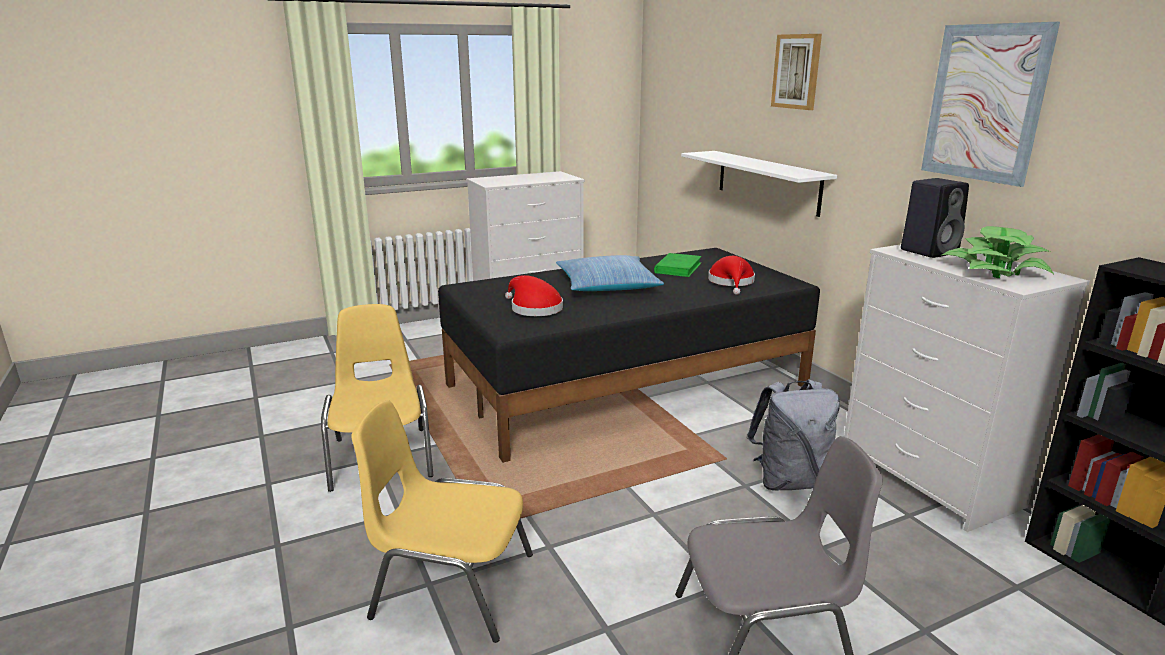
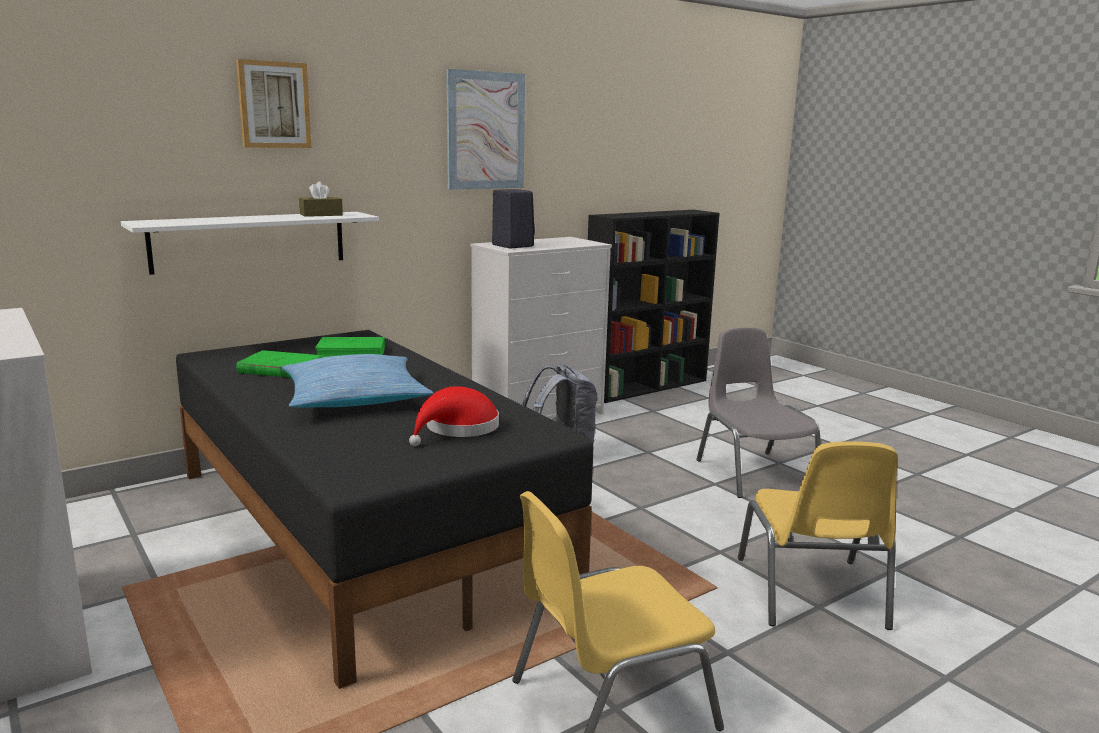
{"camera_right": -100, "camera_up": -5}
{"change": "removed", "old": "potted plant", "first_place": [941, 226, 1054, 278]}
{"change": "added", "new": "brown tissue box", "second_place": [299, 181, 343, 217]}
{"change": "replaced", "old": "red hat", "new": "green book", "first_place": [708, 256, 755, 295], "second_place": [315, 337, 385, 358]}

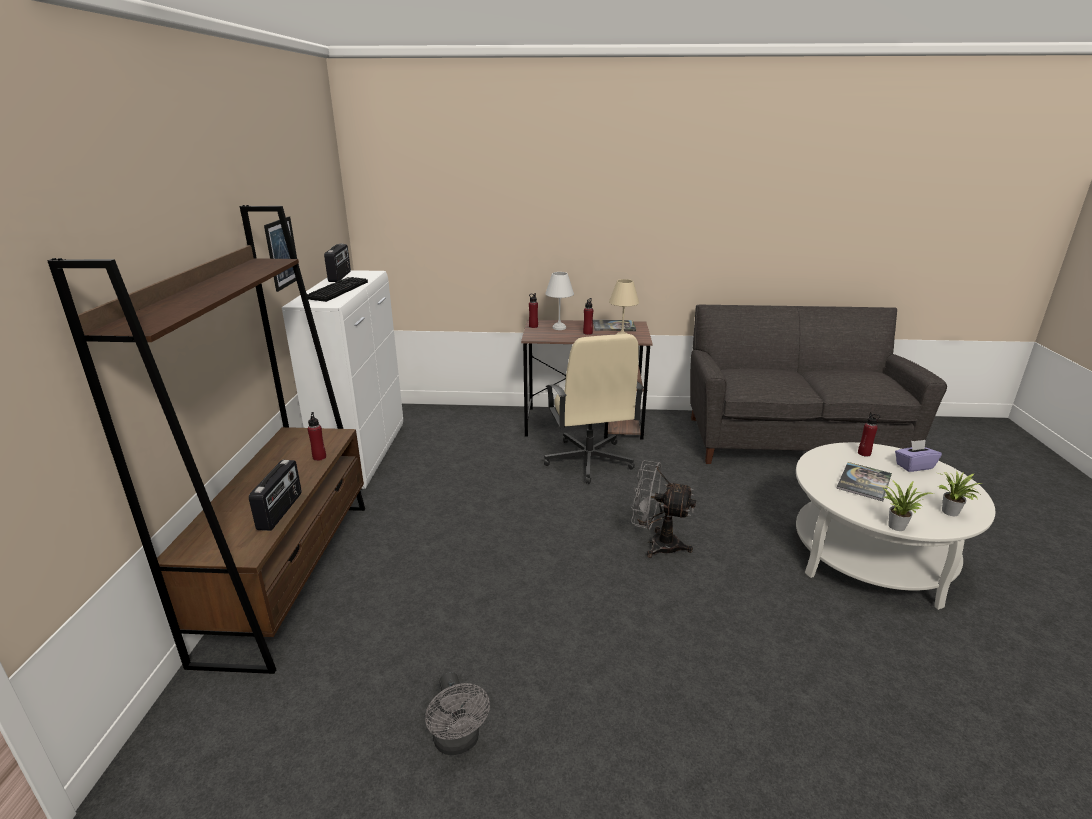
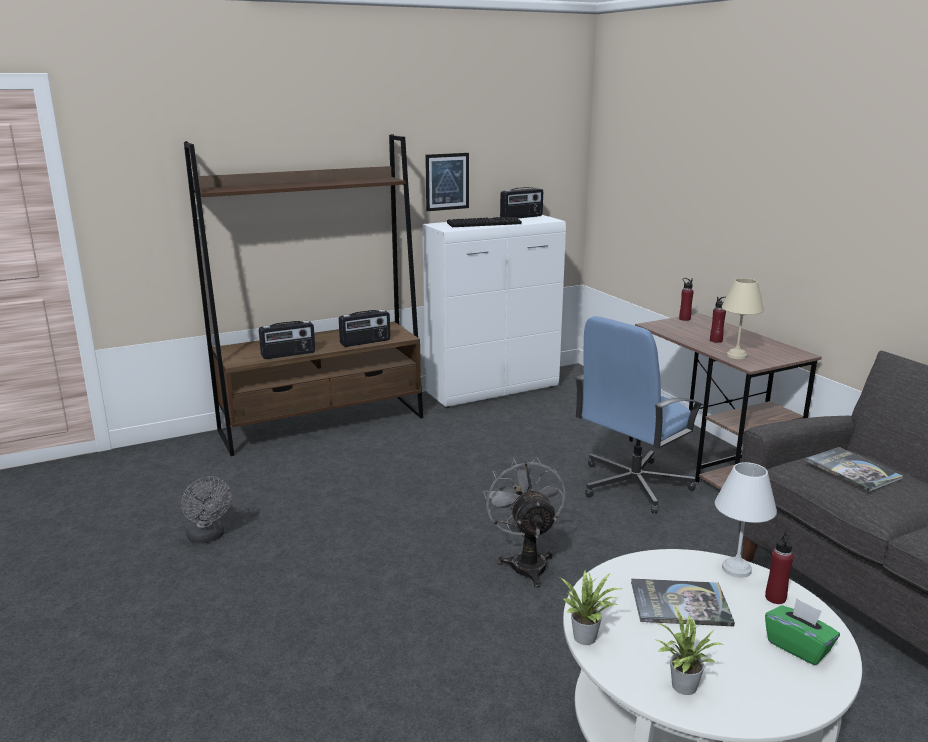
{"camera_right": 60, "camera_up": -5}
{"change": "moved", "old": "white table lamp", "first_place": [545, 272, 574, 330], "second_place": [715, 462, 777, 578]}
{"change": "moved", "old": "book", "first_place": [593, 320, 636, 331], "second_place": [805, 447, 903, 492]}
{"change": "replaced", "old": "red bottle", "new": "radio", "first_place": [308, 412, 326, 461], "second_place": [339, 310, 391, 347]}
{"change": "recoloured", "old": "beige office chair", "new": "blue office chair", "first_place": [544, 334, 644, 484], "second_place": [575, 316, 703, 514]}
{"change": "recoloured", "old": "purple tissue box", "new": "green tissue box", "first_place": [895, 440, 942, 472], "second_place": [765, 598, 840, 665]}
{"change": "turned", "old": "grey fan", "first_place": [425, 672, 490, 755], "second_place": [181, 476, 232, 543], "degrees": -75}

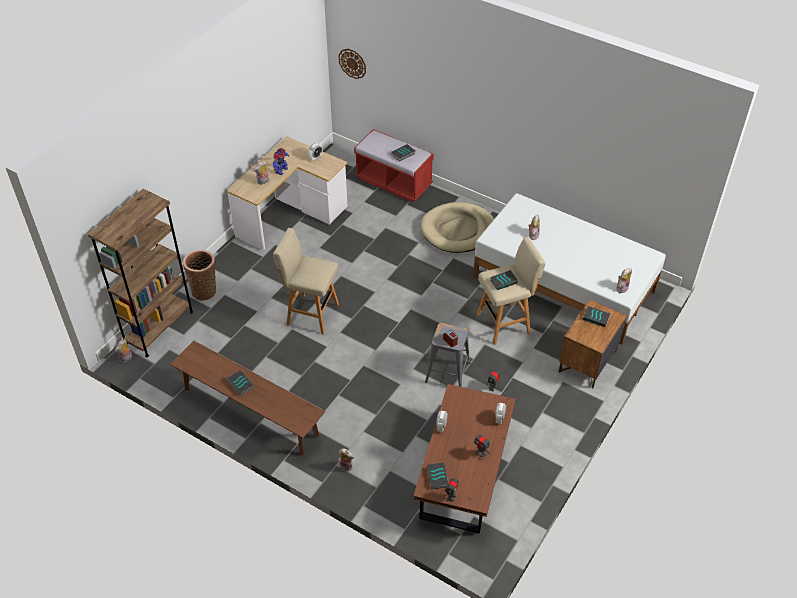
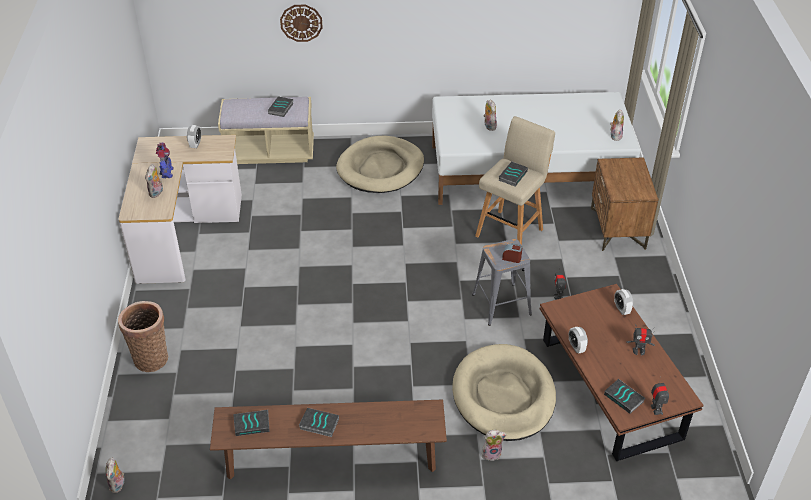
{"camera_right": -35, "camera_up": -5}
{"change": "removed", "old": "brown bookcase", "first_place": [88, 189, 194, 357]}
{"change": "removed", "old": "beige stool", "first_place": [273, 228, 339, 335]}
{"change": "added", "new": "beige dog bed", "second_place": [452, 344, 556, 441]}
{"change": "moved", "old": "wall clock", "first_place": [338, 49, 366, 79], "second_place": [280, 5, 323, 42]}
{"change": "moved", "old": "book", "first_place": [583, 306, 611, 327], "second_place": [233, 410, 270, 436]}
{"change": "recoloured", "old": "red bench", "new": "beige bench", "first_place": [354, 129, 434, 202], "second_place": [218, 97, 314, 164]}

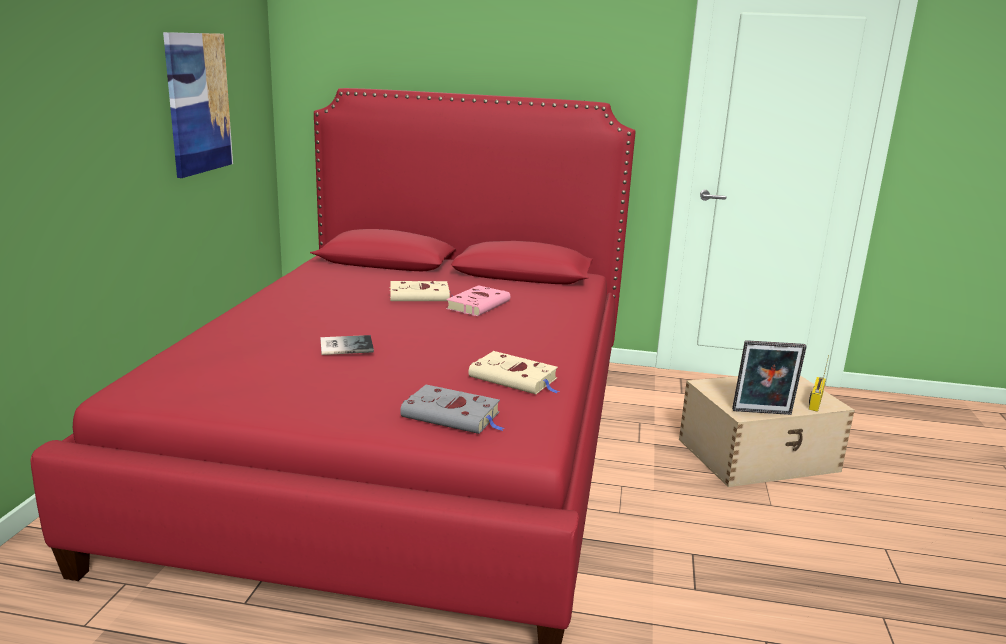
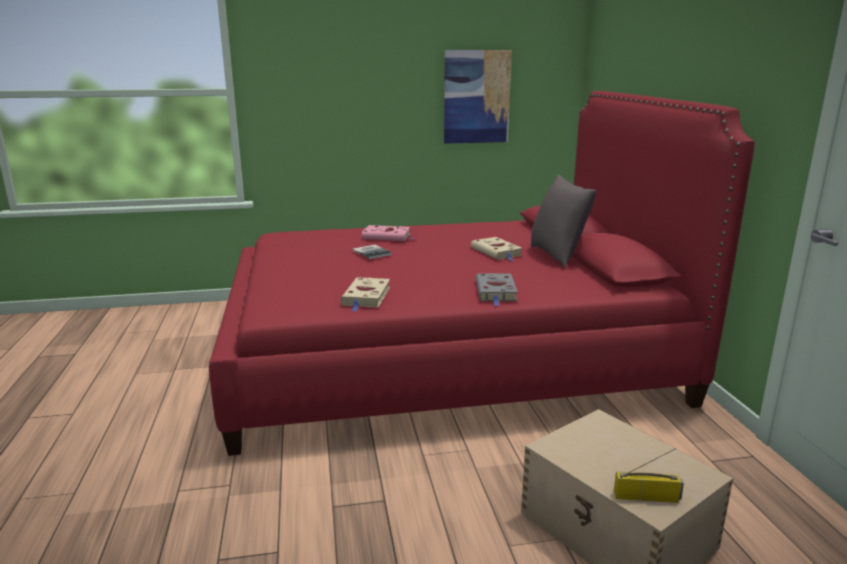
{"camera_right": 70, "camera_up": 0}
{"change": "removed", "old": "picture frame", "first_place": [732, 340, 807, 415]}
{"change": "added", "new": "grey pillow", "second_place": [531, 175, 597, 268]}
{"change": "moved", "old": "grey book", "first_place": [400, 385, 504, 434], "second_place": [476, 273, 518, 306]}
{"change": "moved", "old": "pink book", "first_place": [446, 285, 510, 316], "second_place": [362, 225, 416, 241]}

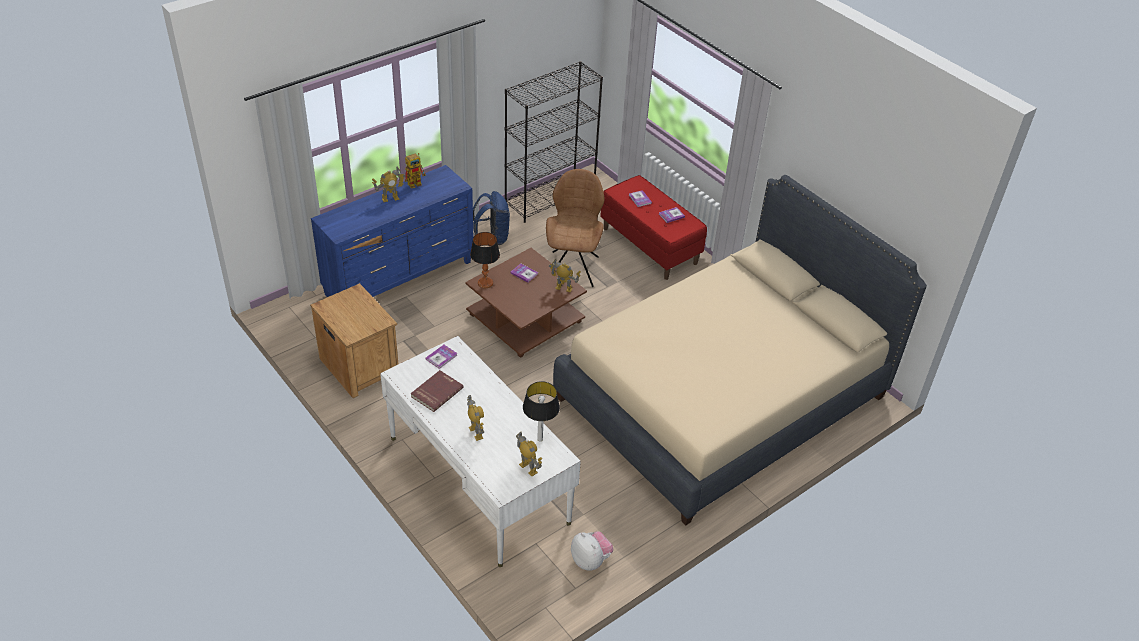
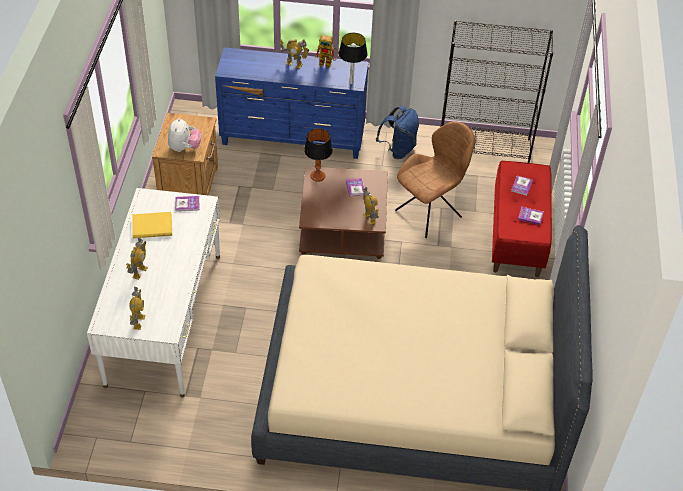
{"camera_right": 45, "camera_up": 5}
{"change": "moved", "old": "table lamp", "first_place": [523, 381, 560, 441], "second_place": [339, 33, 368, 85]}
{"change": "moved", "old": "plush toy", "first_place": [571, 531, 613, 571], "second_place": [168, 118, 201, 152]}
{"change": "recoloured", "old": "red book", "new": "yellow book", "first_place": [410, 370, 464, 412], "second_place": [133, 212, 172, 238]}

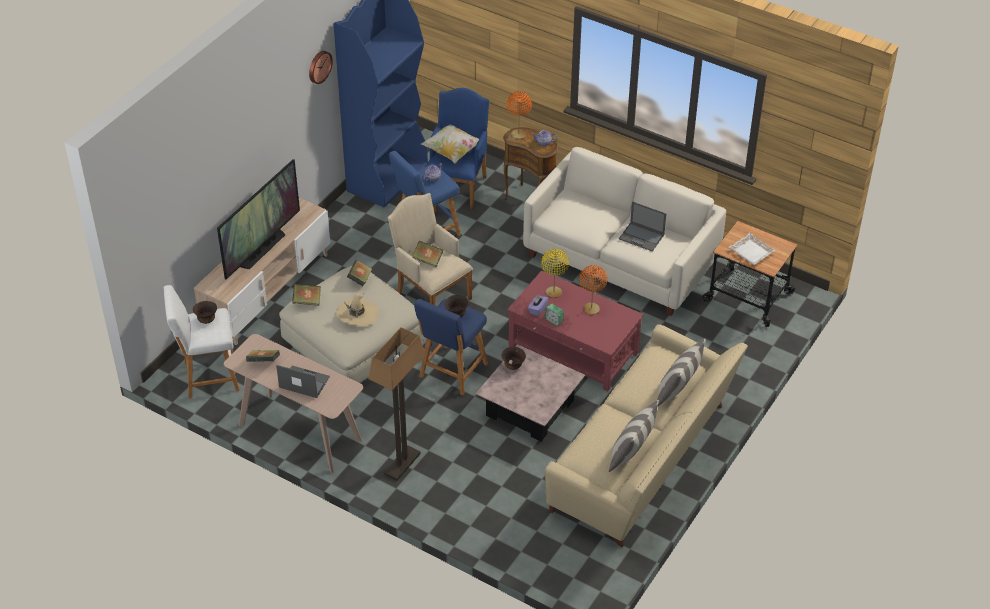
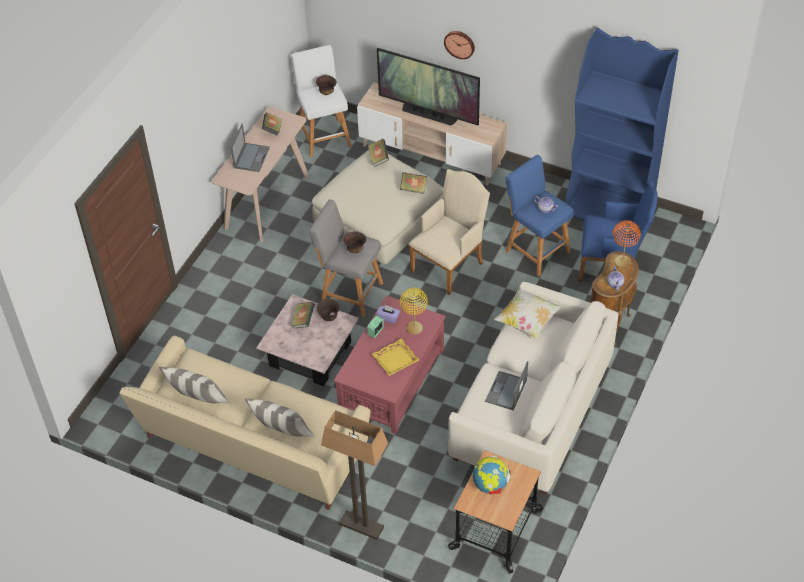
{"camera_right": 85, "camera_up": 5}
{"change": "removed", "old": "beige hat", "first_place": [336, 292, 379, 326]}
{"change": "moved", "old": "wall clock", "first_place": [309, 51, 333, 84], "second_place": [444, 31, 475, 59]}
{"change": "moved", "old": "floor lamp", "first_place": [368, 327, 425, 481], "second_place": [321, 410, 388, 540]}
{"change": "moved", "old": "book", "first_place": [412, 240, 443, 267], "second_place": [291, 302, 315, 329]}
{"change": "moved", "old": "pillow", "first_place": [421, 125, 479, 163], "second_place": [494, 286, 562, 340]}
{"change": "replaced", "old": "orange table lamp", "new": "yellow tray", "first_place": [579, 265, 607, 315], "second_place": [372, 338, 419, 376]}
{"change": "replaced", "old": "white tray", "new": "globe", "first_place": [729, 233, 775, 265], "second_place": [473, 456, 511, 495]}
{"change": "recoloured", "old": "blue stool", "new": "grey stool", "first_place": [414, 299, 488, 395], "second_place": [309, 199, 383, 317]}

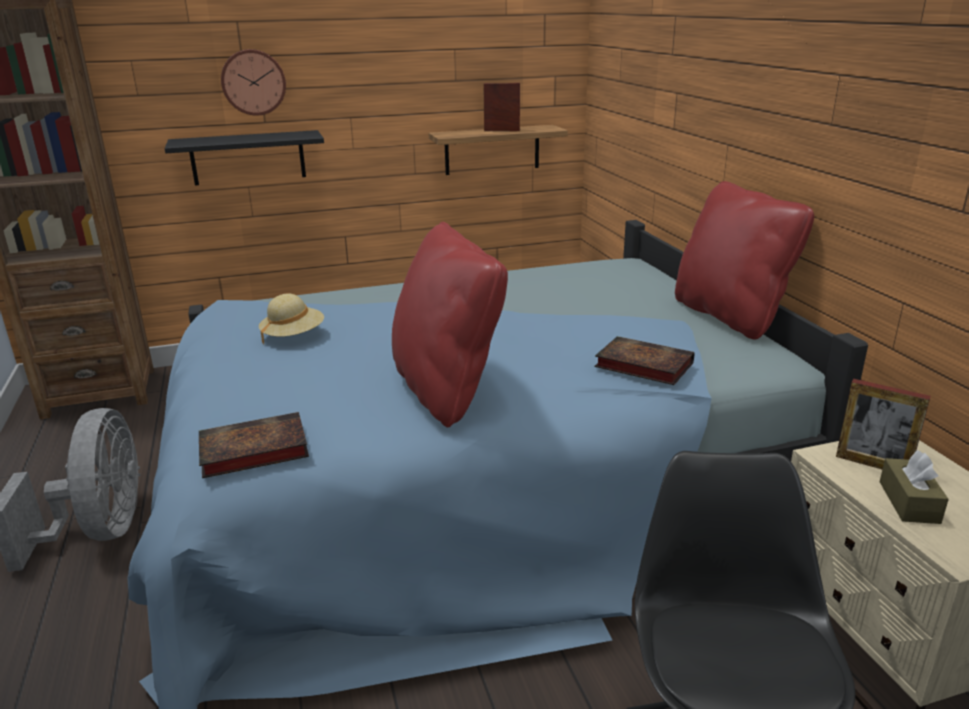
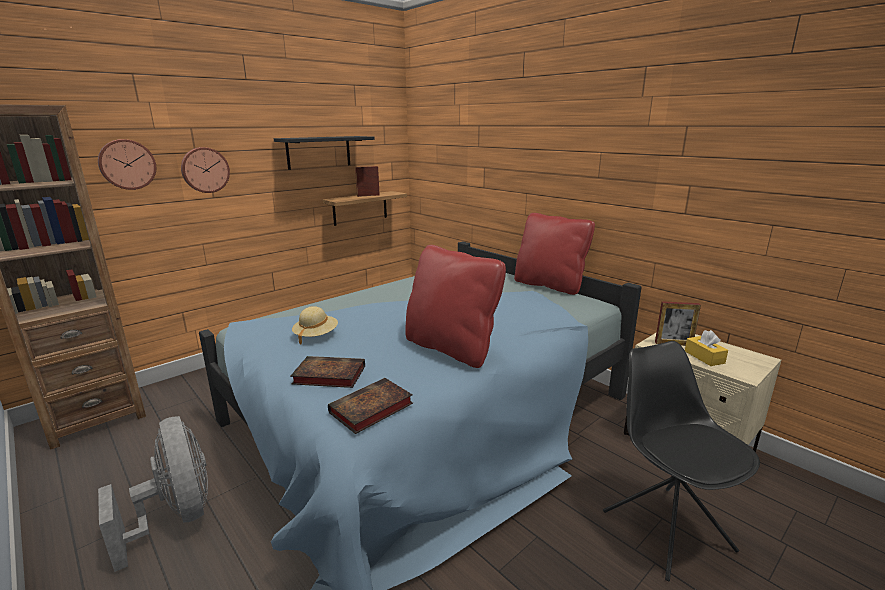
{"camera_right": -25, "camera_up": -5}
{"change": "added", "new": "wall clock", "second_place": [98, 139, 156, 190]}
{"change": "moved", "old": "black shelf", "first_place": [165, 130, 324, 185], "second_place": [274, 136, 375, 170]}
{"change": "moved", "old": "book", "first_place": [595, 336, 694, 385], "second_place": [290, 356, 365, 388]}
{"change": "recoloured", "old": "brown tissue box", "new": "yellow tissue box", "first_place": [880, 450, 949, 524], "second_place": [685, 330, 728, 366]}

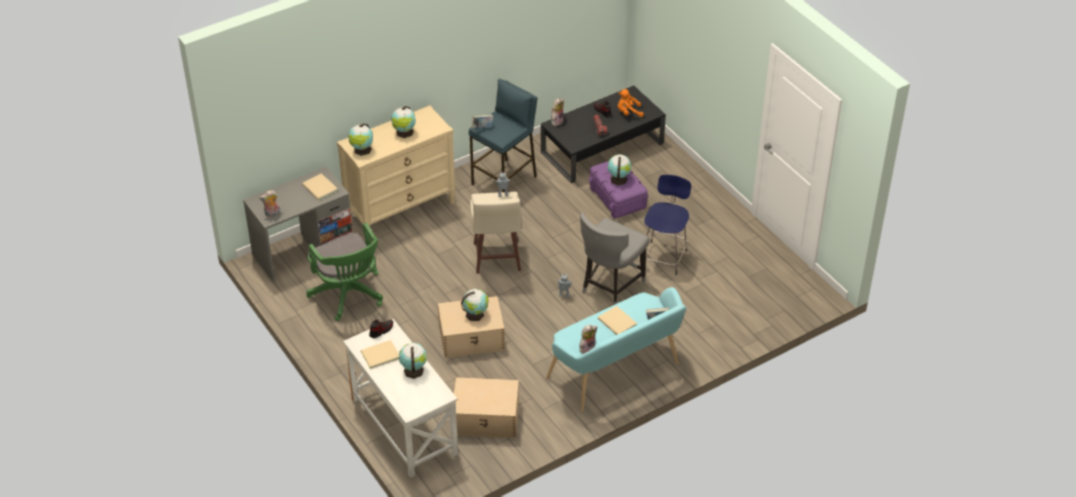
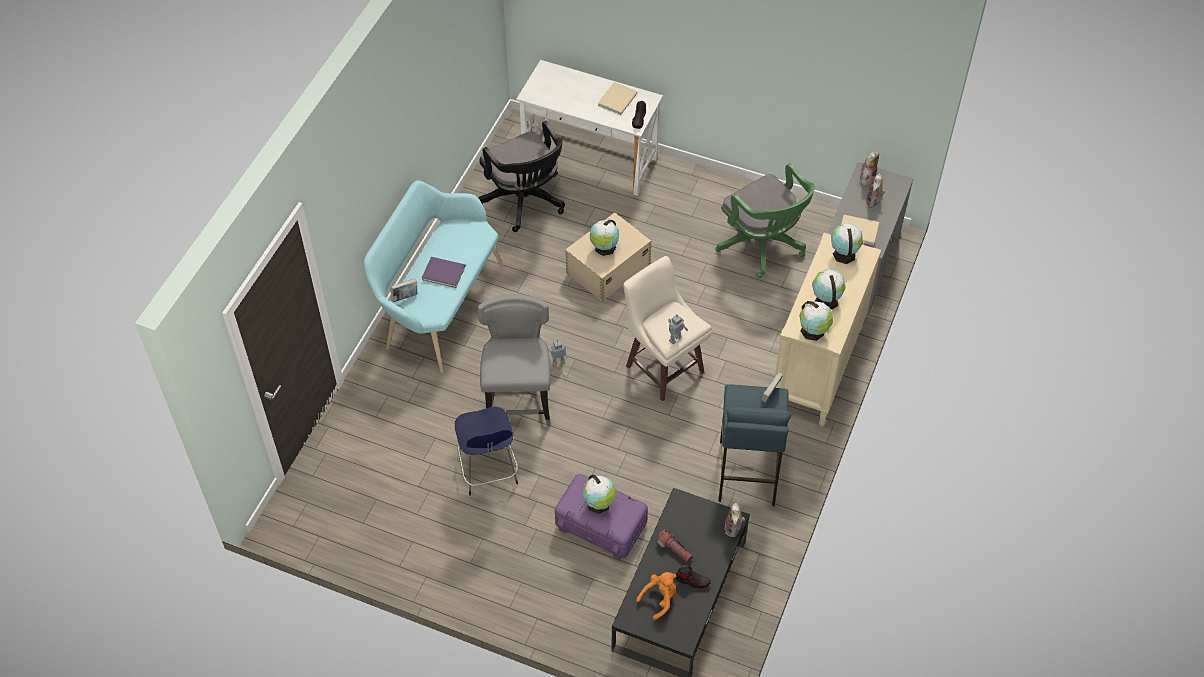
{"camera_right": 145, "camera_up": 10}
{"change": "moved", "old": "globe", "first_place": [399, 342, 427, 379], "second_place": [800, 301, 833, 341]}
{"change": "moved", "old": "plush toy", "first_place": [579, 325, 598, 354], "second_place": [866, 174, 885, 208]}
{"change": "replaced", "old": "beige storage box", "new": "black office chair", "first_place": [454, 377, 519, 438], "second_place": [478, 121, 565, 232]}
{"change": "recoloured", "old": "beige book", "new": "purple book", "first_place": [598, 306, 637, 335], "second_place": [422, 257, 466, 288]}
{"change": "turned", "old": "green office chair", "first_place": [306, 223, 383, 321], "second_place": [715, 163, 815, 278], "degrees": -150}

